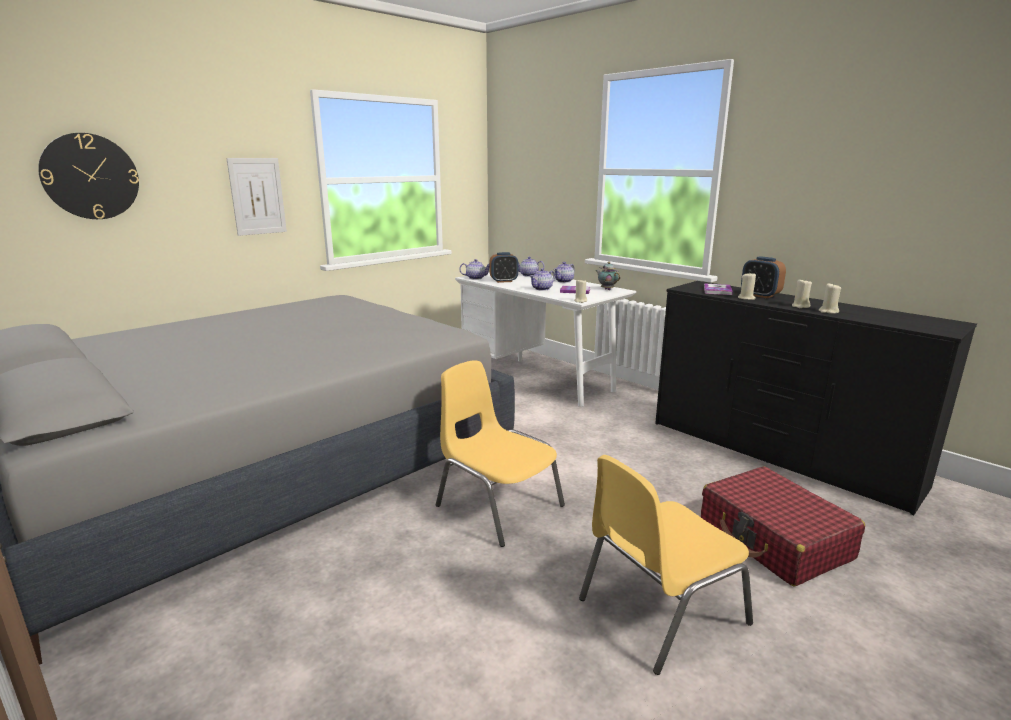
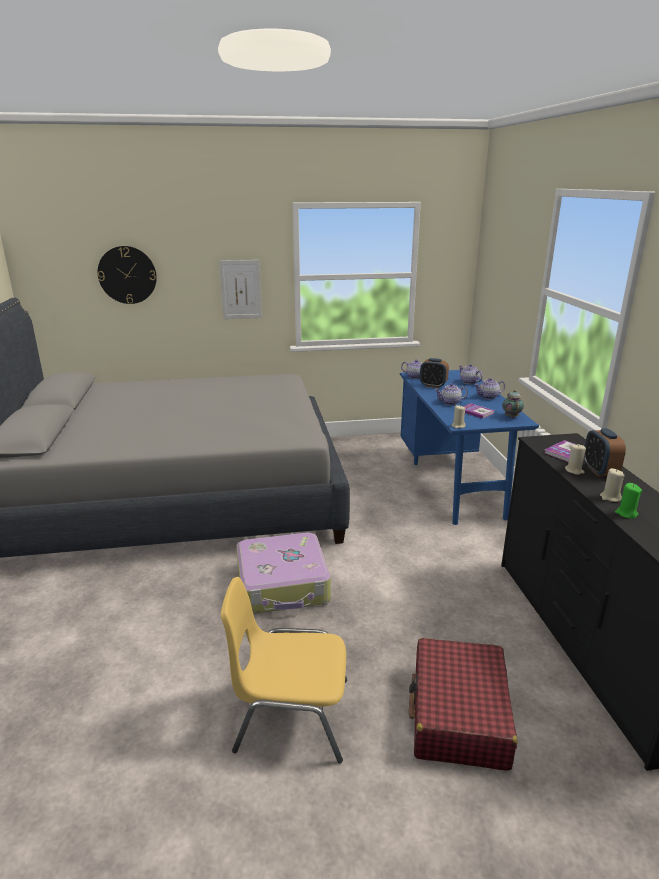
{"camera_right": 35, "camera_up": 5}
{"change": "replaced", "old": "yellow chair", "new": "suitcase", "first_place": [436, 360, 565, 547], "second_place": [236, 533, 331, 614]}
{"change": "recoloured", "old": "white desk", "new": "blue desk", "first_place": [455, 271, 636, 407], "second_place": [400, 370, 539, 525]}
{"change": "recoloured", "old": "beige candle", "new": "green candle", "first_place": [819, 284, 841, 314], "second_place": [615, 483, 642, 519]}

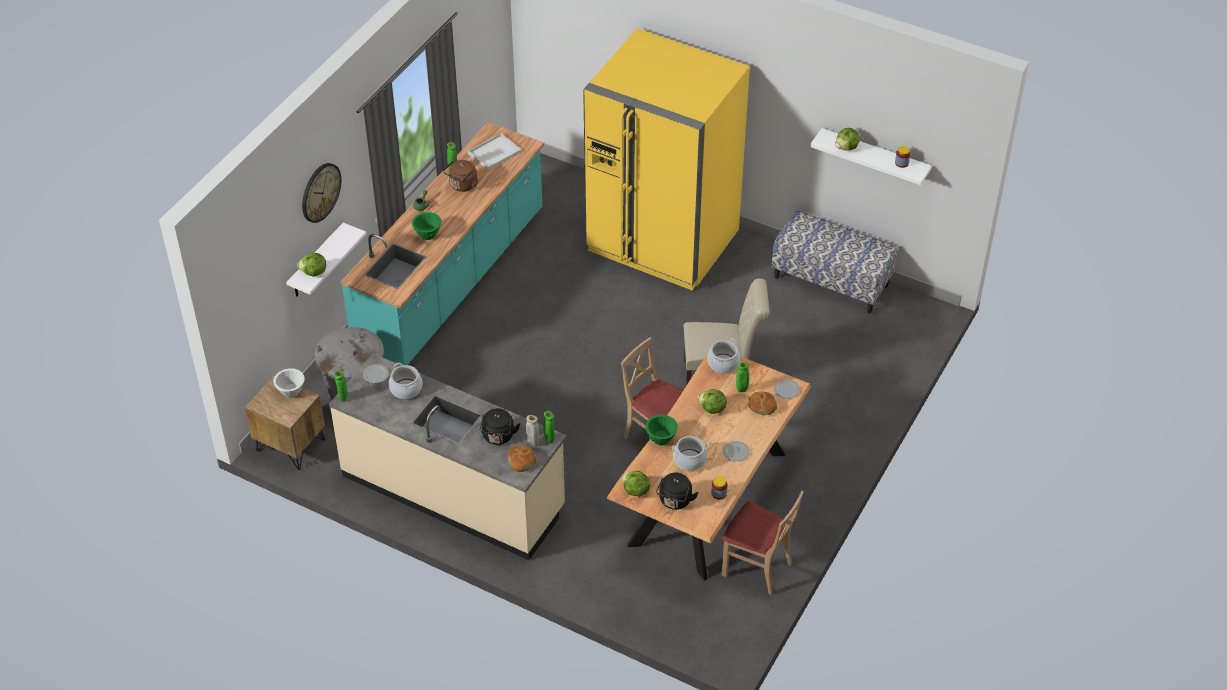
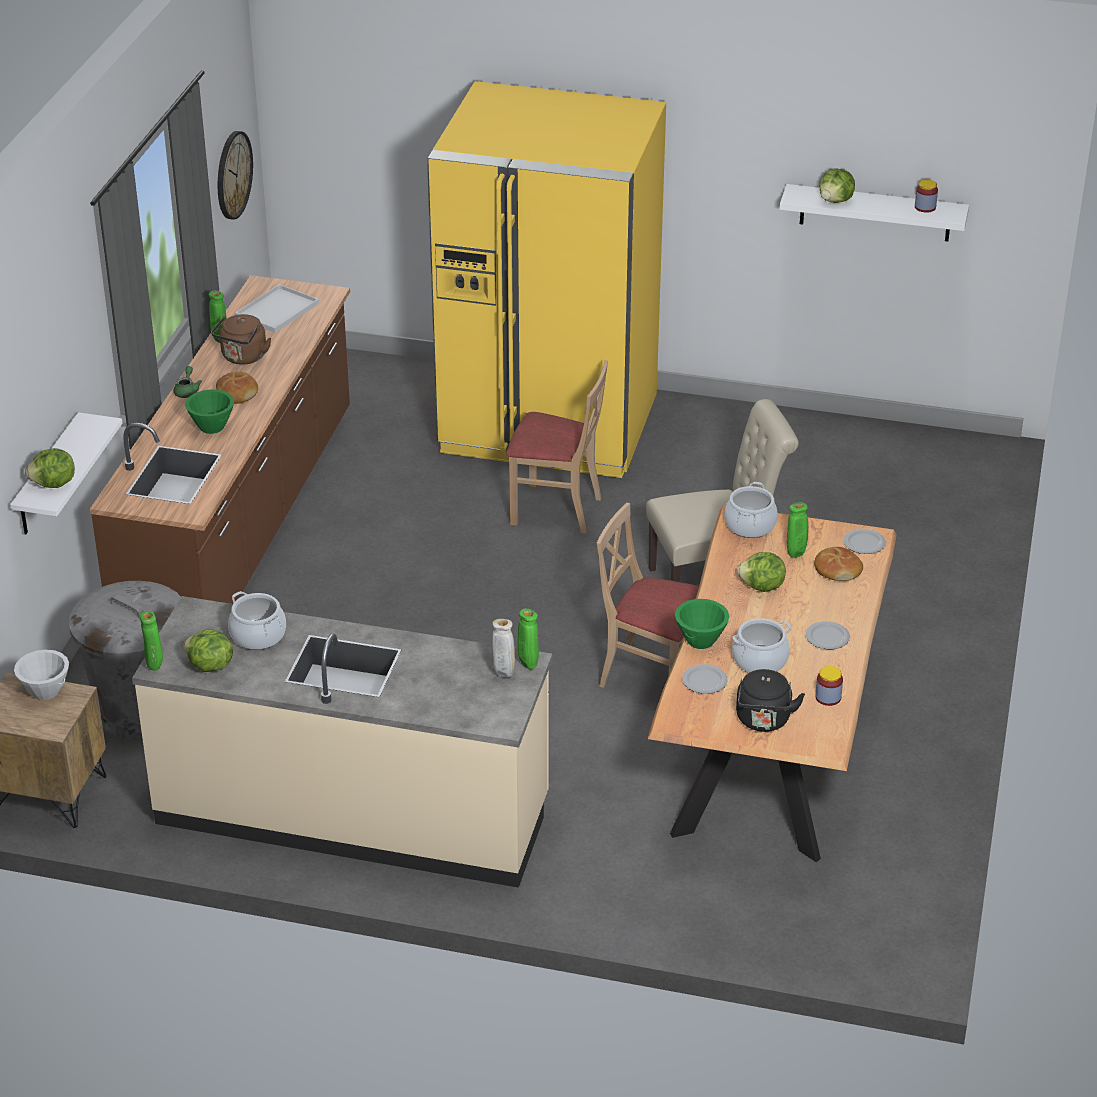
{"camera_right": -15, "camera_up": -10}
{"change": "removed", "old": "black kettle", "first_place": [480, 408, 520, 445]}
{"change": "removed", "old": "bench", "first_place": [772, 211, 897, 314]}
{"change": "moved", "old": "wall clock", "first_place": [302, 163, 341, 223], "second_place": [218, 131, 253, 220]}
{"change": "moved", "old": "plate", "first_place": [363, 364, 389, 384], "second_place": [682, 664, 728, 694]}
{"change": "moved", "old": "bread", "first_place": [508, 445, 536, 472], "second_place": [216, 372, 258, 404]}
{"change": "moved", "old": "lettuce", "first_place": [622, 471, 650, 496], "second_place": [183, 629, 233, 672]}
{"change": "moved", "old": "beige chair", "first_place": [722, 491, 804, 595], "second_place": [506, 360, 608, 534]}
{"change": "recoloured", "old": "turquoise counter", "new": "brown counter", "first_place": [341, 122, 544, 365], "second_place": [90, 275, 350, 604]}

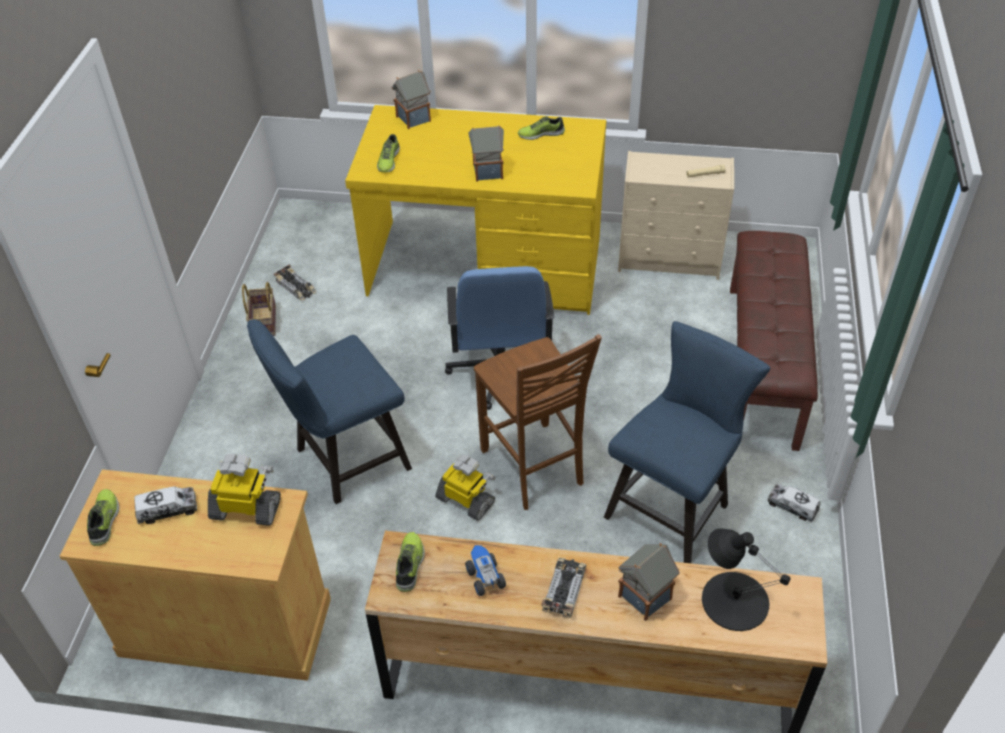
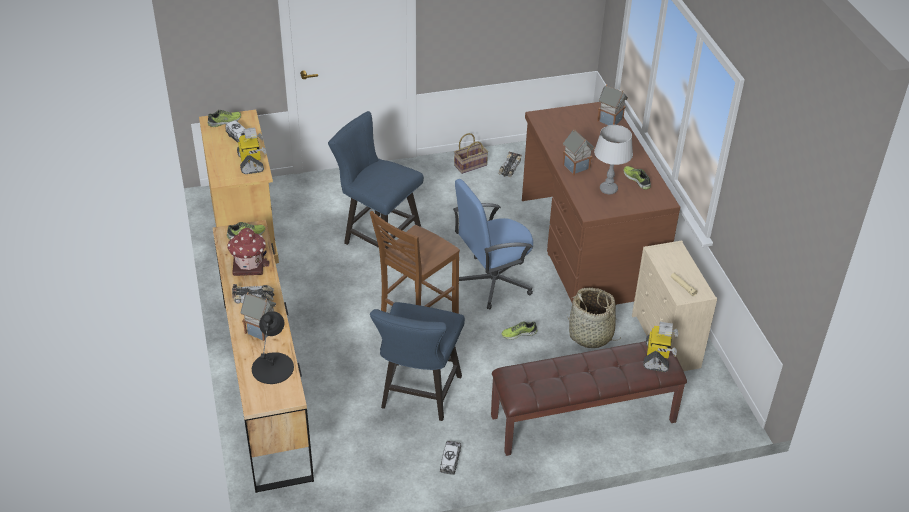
{"camera_right": 65, "camera_up": -5}
{"change": "added", "new": "basket", "second_place": [567, 288, 617, 348]}
{"change": "added", "new": "grey table lamp", "second_place": [594, 125, 633, 194]}
{"change": "moved", "old": "shoe", "first_place": [377, 134, 400, 172], "second_place": [502, 322, 537, 339]}
{"change": "moved", "old": "toy robot", "first_place": [435, 455, 495, 521], "second_place": [643, 322, 678, 372]}
{"change": "replaced", "old": "toy truck", "new": "toy house", "first_place": [465, 545, 506, 596], "second_place": [227, 228, 269, 276]}
{"change": "recoloured", "old": "yellow desk", "new": "brown desk", "first_place": [345, 105, 606, 315], "second_place": [522, 102, 680, 305]}
{"change": "turned", "old": "blue chair", "first_place": [604, 321, 770, 563], "second_place": [370, 302, 465, 421], "degrees": 90}

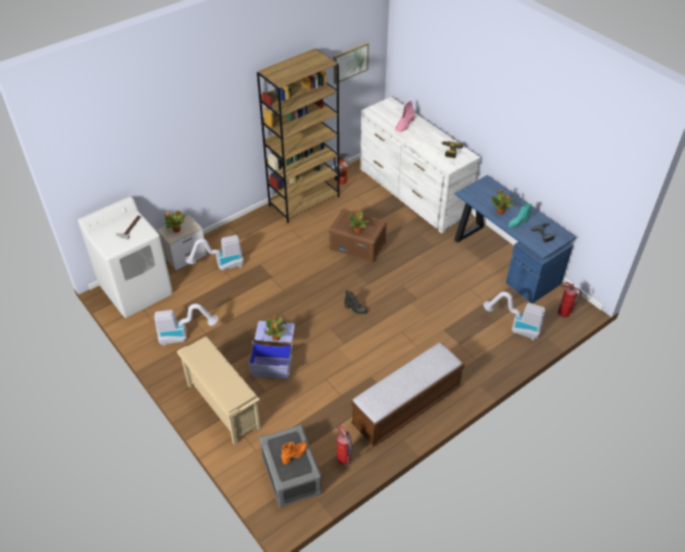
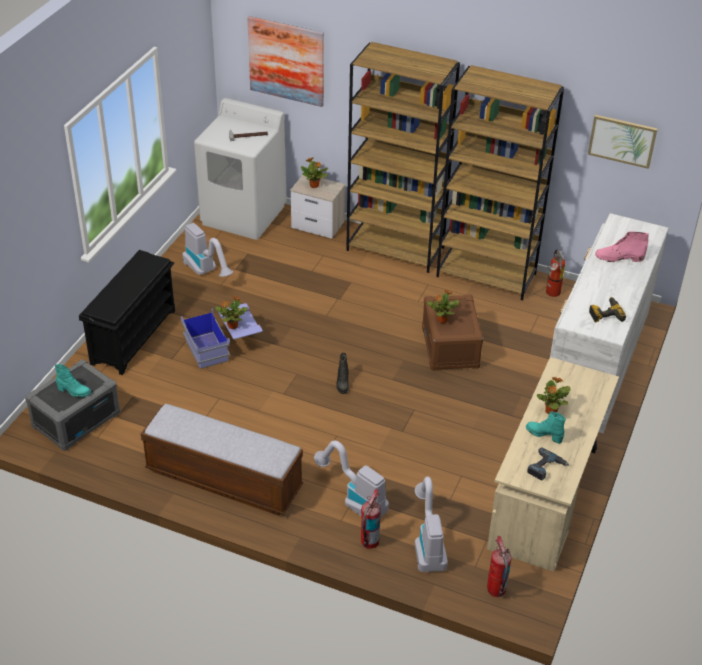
{"camera_right": 60, "camera_up": -5}
{"change": "added", "new": "picture", "second_place": [247, 16, 324, 107]}
{"change": "added", "new": "brown bookcase", "second_place": [346, 42, 460, 273]}
{"change": "moved", "old": "vacuum cleaner", "first_place": [185, 235, 244, 270], "second_place": [314, 440, 389, 517]}
{"change": "moved", "old": "fire extinguisher", "first_place": [337, 424, 352, 465], "second_place": [361, 489, 381, 549]}
{"change": "recoloured", "old": "beige shoe rack", "new": "black shoe rack", "first_place": [177, 336, 261, 445], "second_place": [79, 250, 175, 375]}
{"change": "recoloured", "old": "orange boot", "new": "turquoise boot", "first_place": [281, 441, 307, 464], "second_place": [55, 364, 91, 397]}
{"change": "recoloured", "old": "blue desk", "new": "beige desk", "first_place": [454, 175, 576, 303], "second_place": [487, 357, 619, 572]}

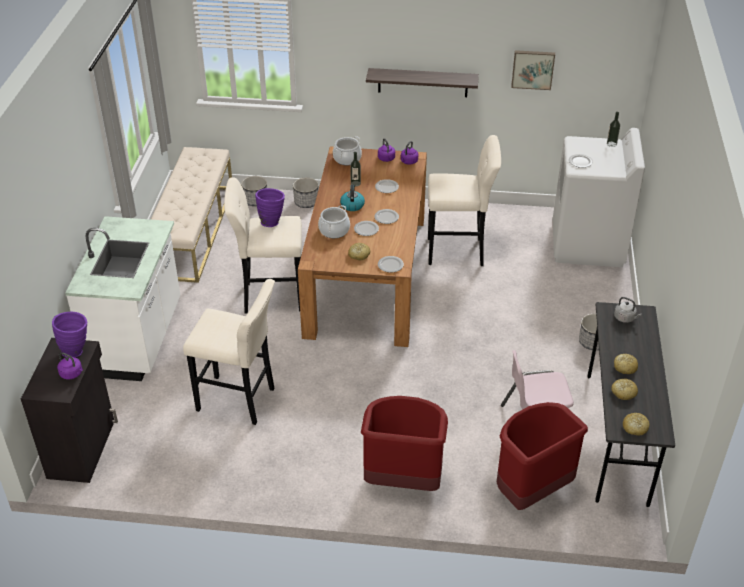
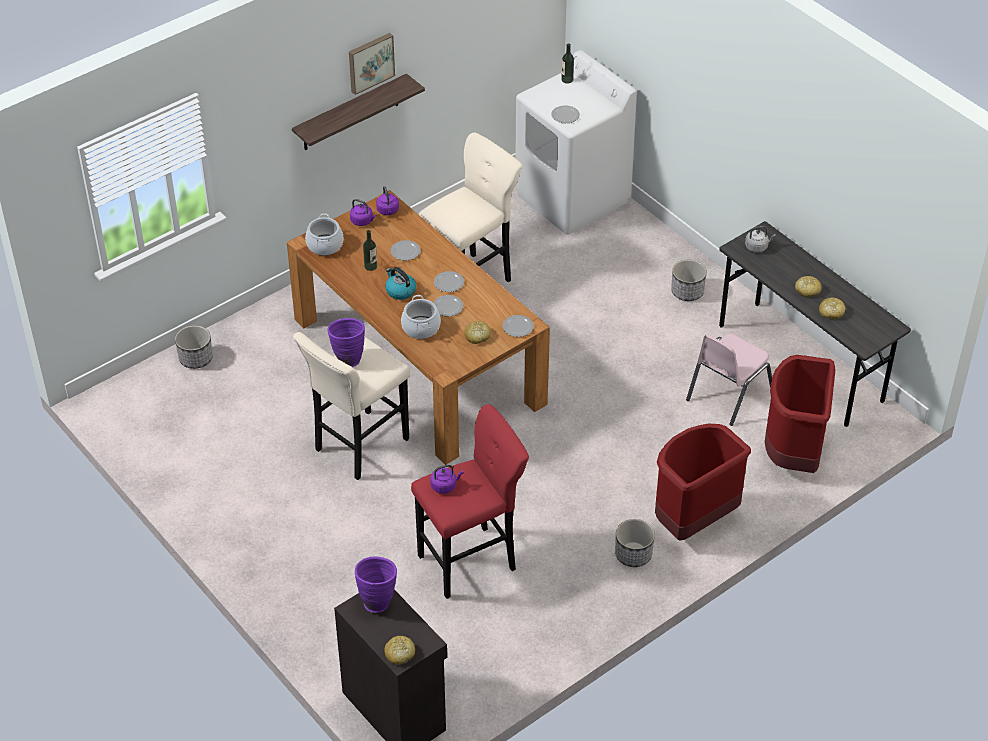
{"camera_right": -45, "camera_up": 5}
{"change": "removed", "old": "white counter", "first_place": [65, 216, 180, 381]}
{"change": "removed", "old": "beige bench", "first_place": [151, 147, 232, 283]}
{"change": "moved", "old": "purple kettle", "first_place": [57, 352, 83, 379], "second_place": [430, 465, 464, 494]}
{"change": "moved", "old": "planter", "first_place": [293, 178, 319, 208], "second_place": [615, 519, 655, 567]}
{"change": "moved", "old": "picture", "first_place": [511, 50, 555, 90], "second_place": [349, 33, 395, 95]}
{"change": "moved", "old": "bread", "first_place": [623, 413, 650, 436], "second_place": [384, 636, 415, 665]}
{"change": "recoloured", "old": "beige stool", "new": "red stool", "first_place": [183, 279, 275, 425], "second_place": [411, 404, 529, 599]}

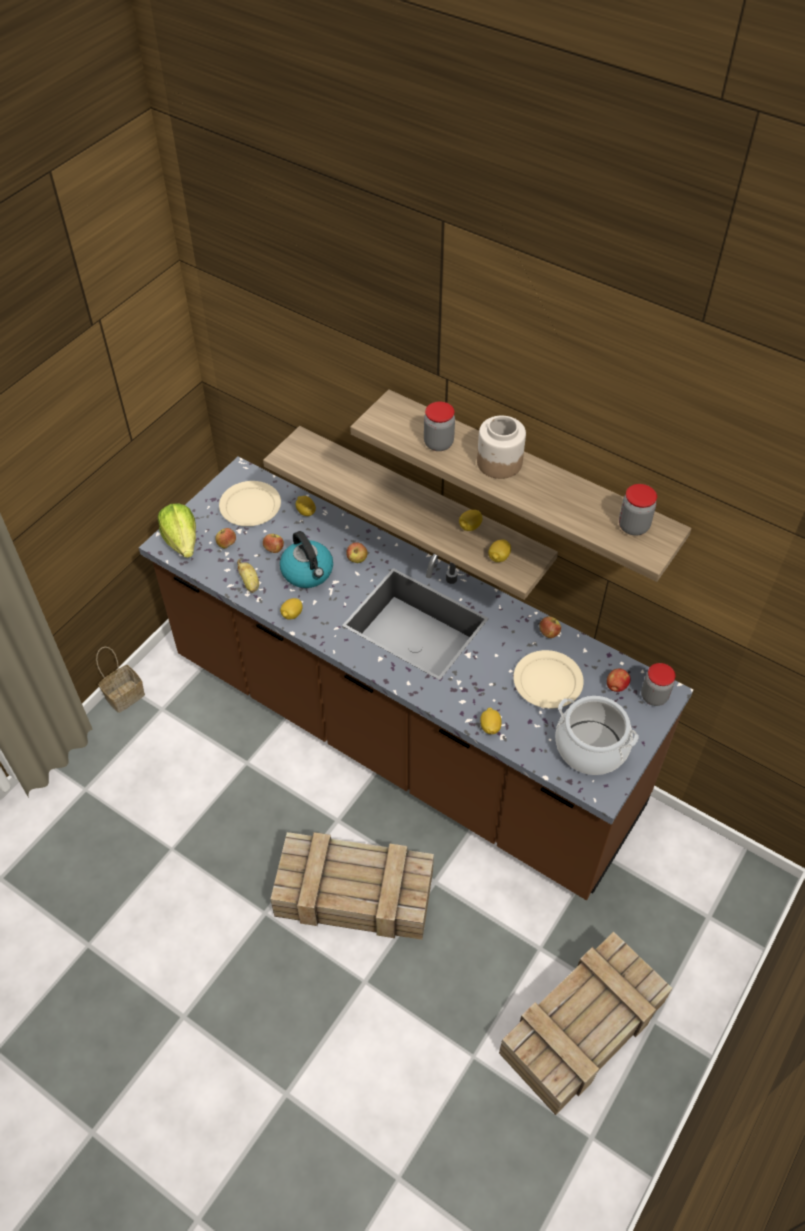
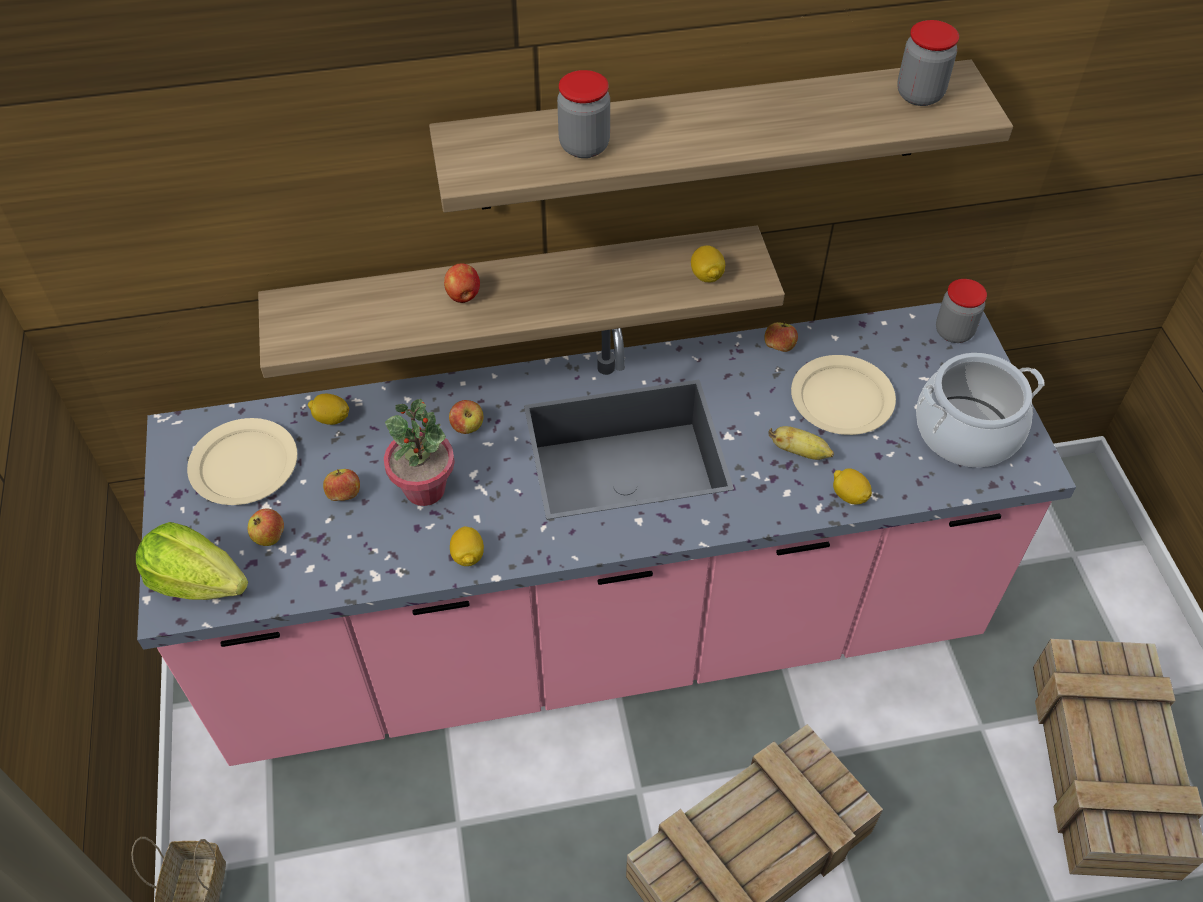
{"camera_right": -45, "camera_up": 0}
{"change": "removed", "old": "lemon", "first_place": [459, 510, 482, 531]}
{"change": "removed", "old": "jar", "first_place": [477, 416, 526, 479]}
{"change": "moved", "old": "banana", "first_place": [237, 559, 259, 593], "second_place": [768, 426, 834, 460]}
{"change": "moved", "old": "apple", "first_place": [607, 669, 630, 692], "second_place": [444, 263, 480, 303]}
{"change": "replaced", "old": "kettle", "new": "potted plant", "first_place": [280, 531, 333, 588], "second_place": [384, 399, 455, 506]}
{"change": "recoloured", "old": "brown counter", "new": "pink counter", "first_place": [139, 456, 693, 900], "second_place": [137, 302, 1076, 766]}

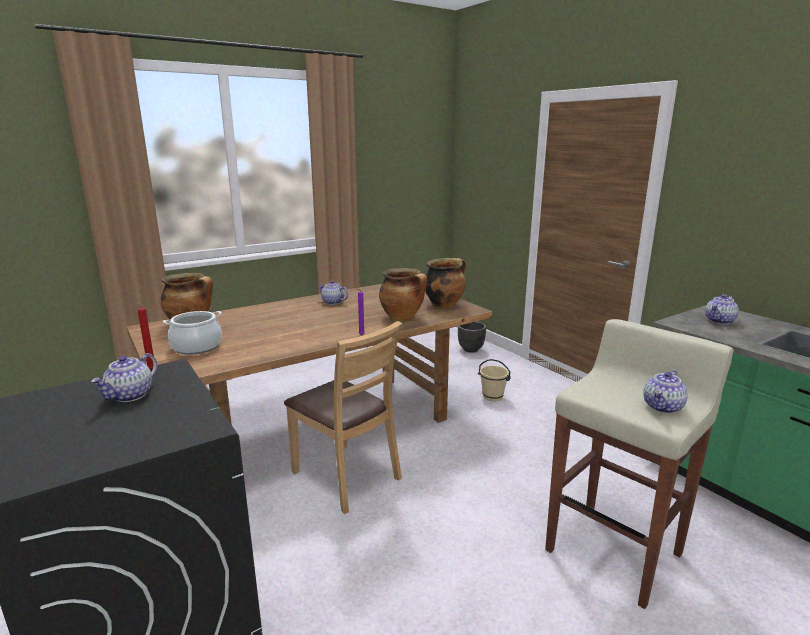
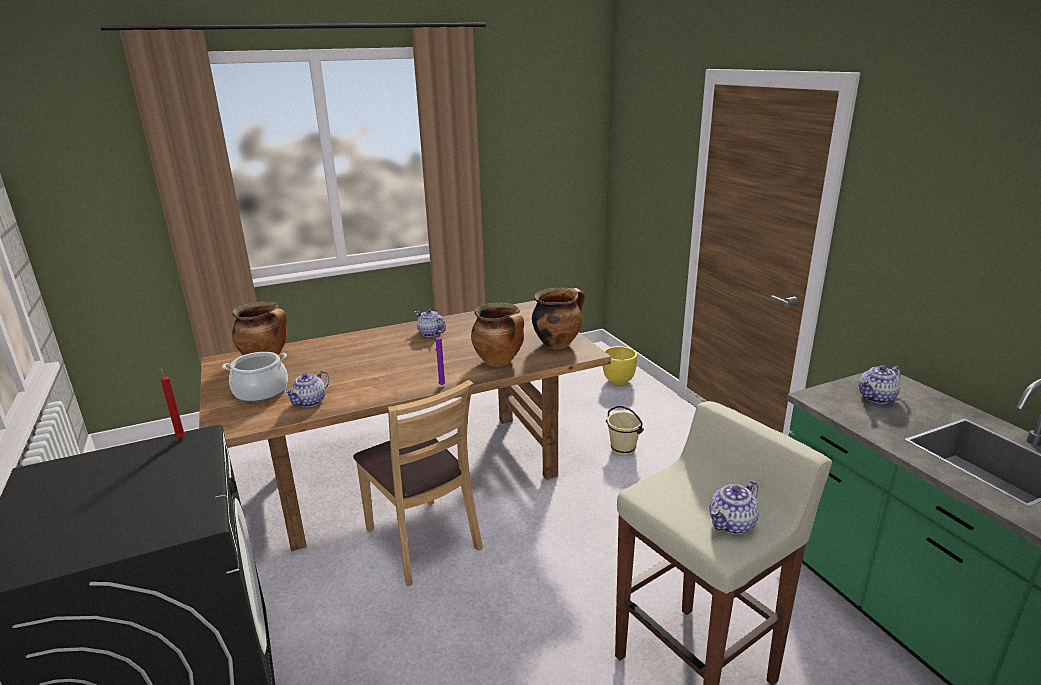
{"camera_right": 10, "camera_up": 5}
{"change": "moved", "old": "teapot", "first_place": [91, 353, 157, 402], "second_place": [284, 370, 329, 407]}
{"change": "recoloured", "old": "black planter", "new": "yellow planter", "first_place": [458, 322, 486, 353], "second_place": [603, 346, 637, 385]}

